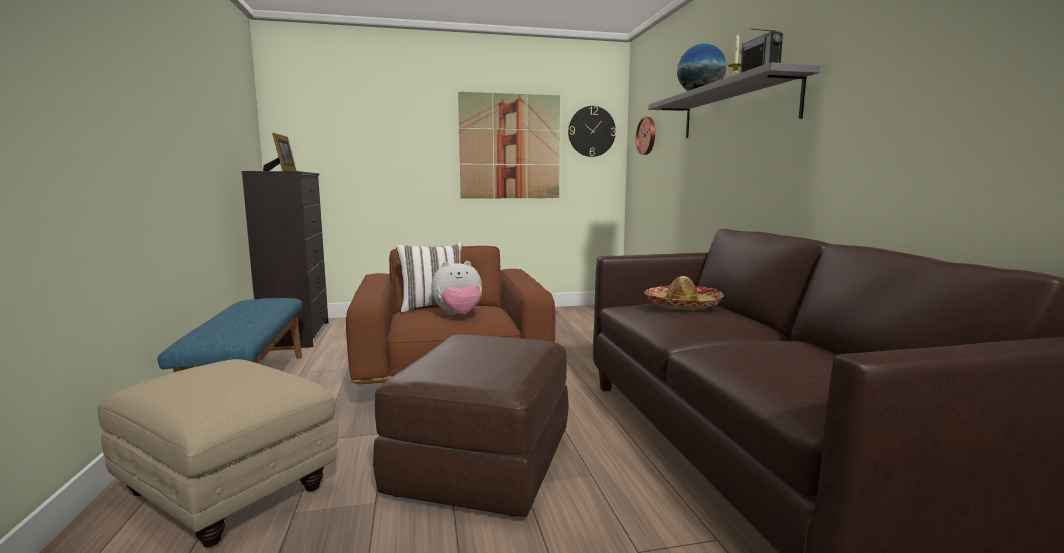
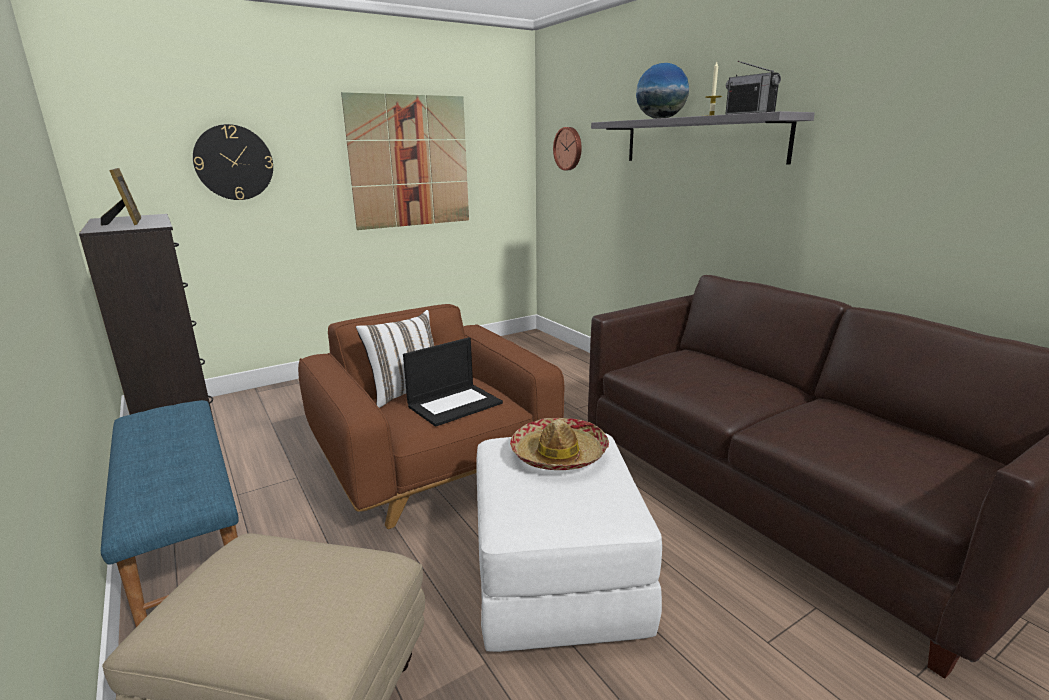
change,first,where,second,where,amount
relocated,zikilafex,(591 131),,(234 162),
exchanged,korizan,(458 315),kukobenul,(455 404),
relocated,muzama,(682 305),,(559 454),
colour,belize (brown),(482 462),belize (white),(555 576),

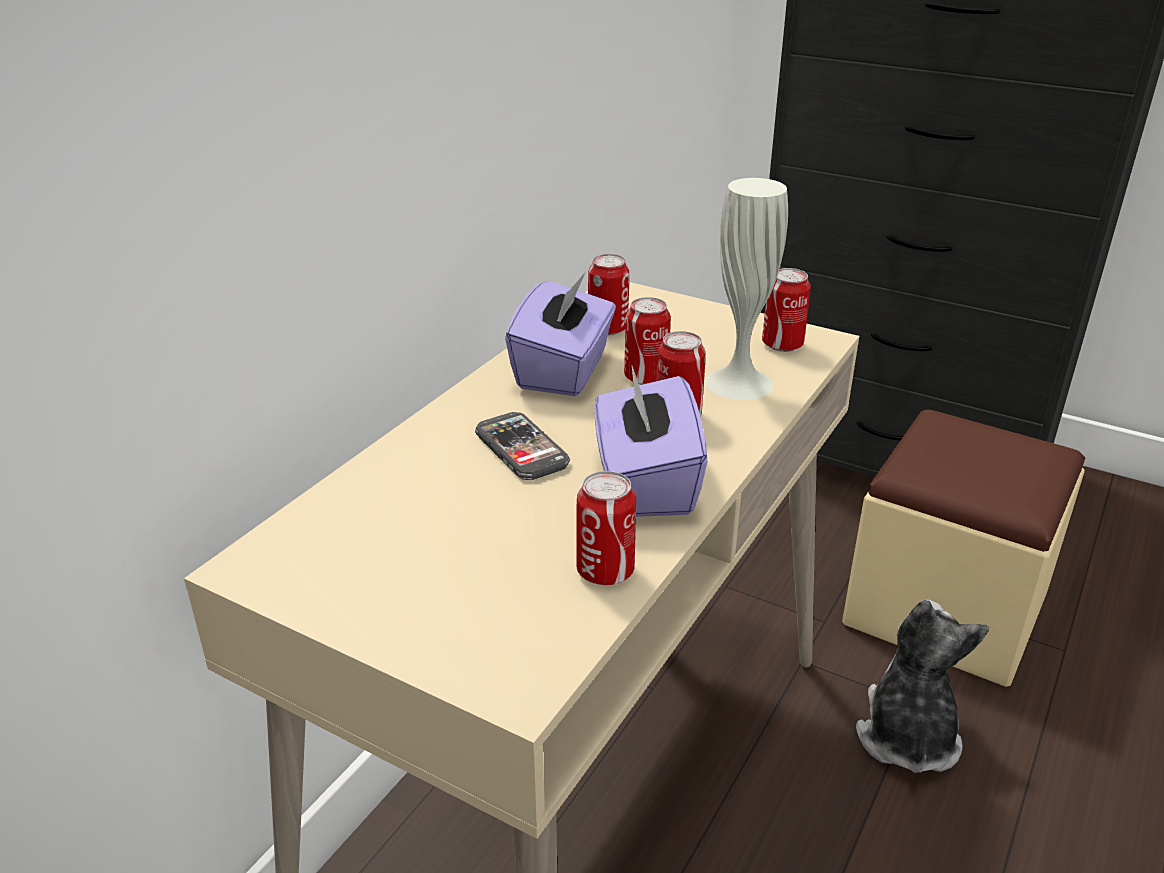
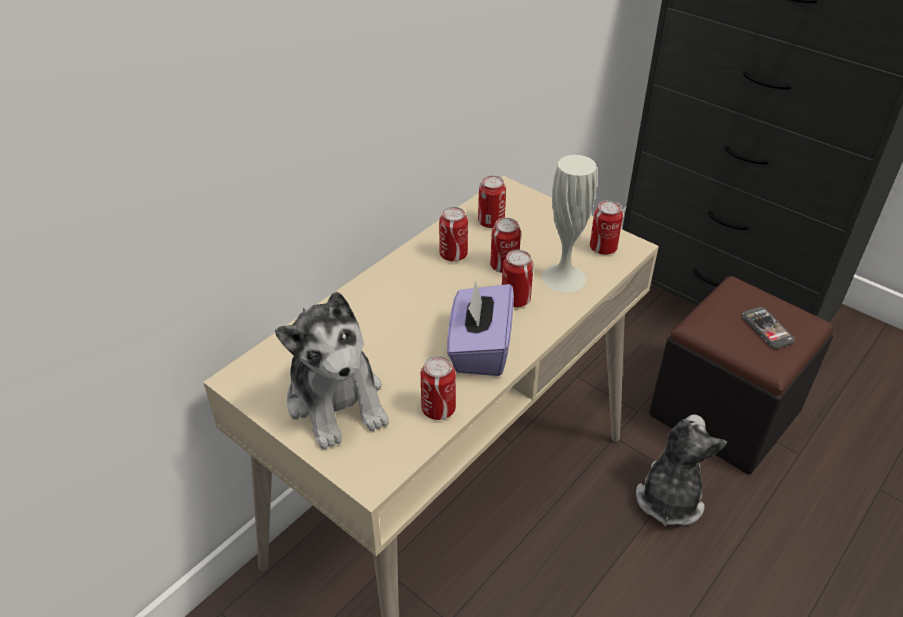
change,first,where,second,where,amount
exchanged,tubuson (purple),(564 370),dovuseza,(453 255),
colour,belize (beige),(945 608),belize (black),(724 412),
relocated,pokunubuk,(521 449),,(767 329),
appeared,,,korizan,(337 400),

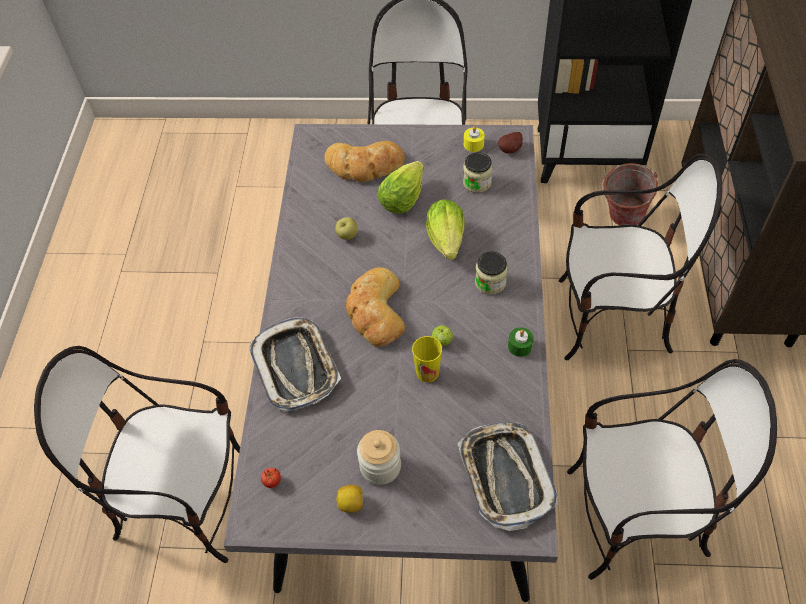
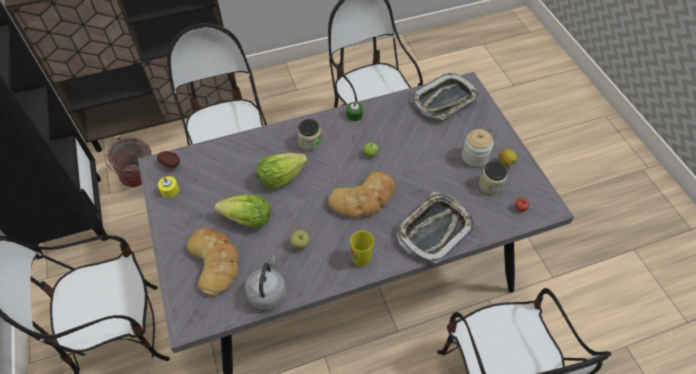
change,first,where,second,where,amount
relocated,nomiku,(477 182),,(490 185),
relocated,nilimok,(427 372),,(361 258),
appeared,,,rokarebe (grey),(267 292),

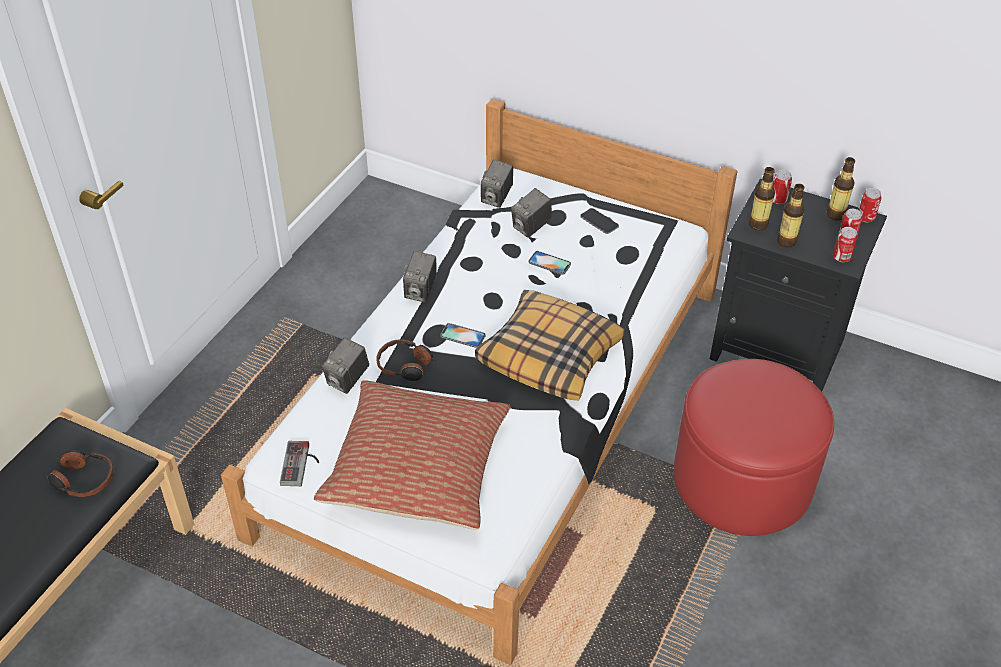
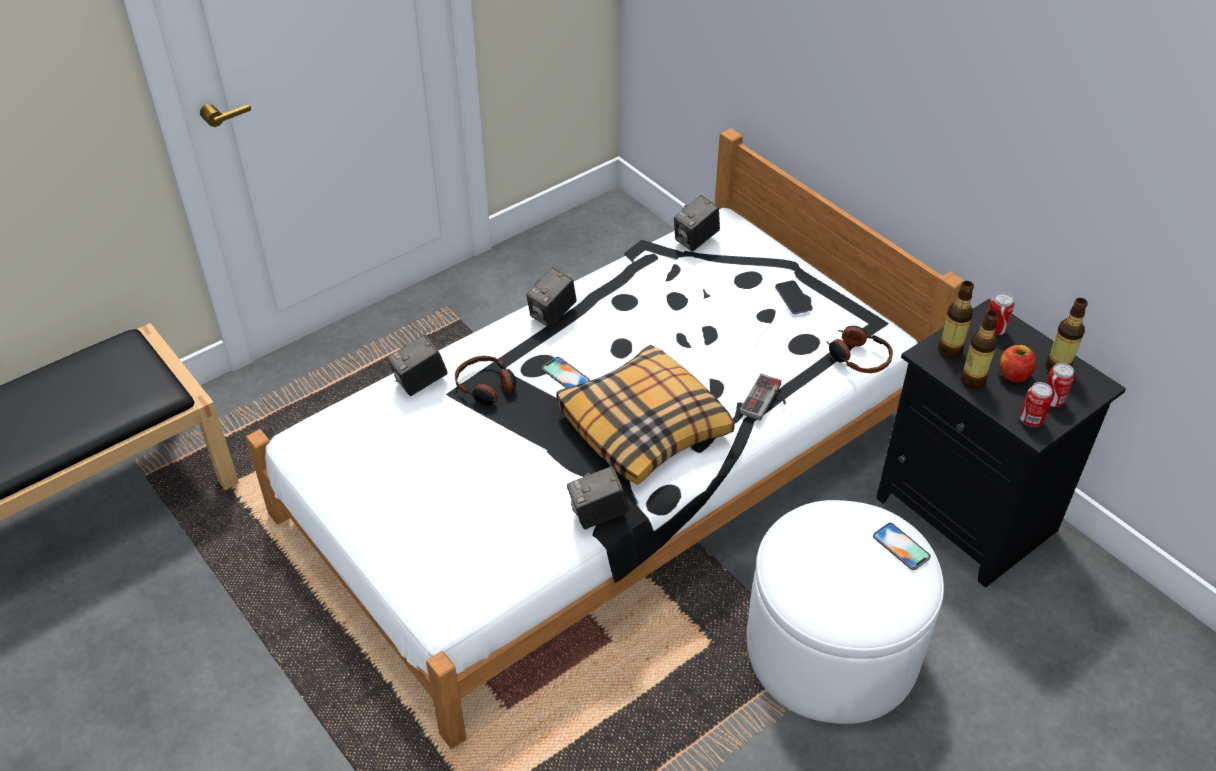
change,first,where,second,where,amount
relocated,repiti,(531 227),,(598 515),
missing,dovuseza,(865 218),,,
relocated,pokunubuk,(549 263),,(901 546),
colour,belize (red),(742 480),belize (white),(831 649),
missing,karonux,(417 469),,,
relocated,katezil,(301 465),,(766 400),
relocated,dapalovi,(82 479),,(858 357),
appeared,,,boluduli,(1013 375),

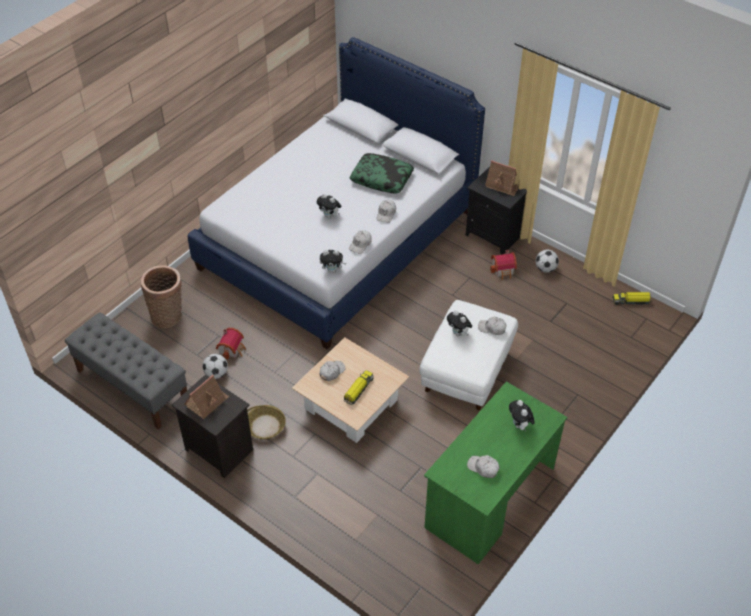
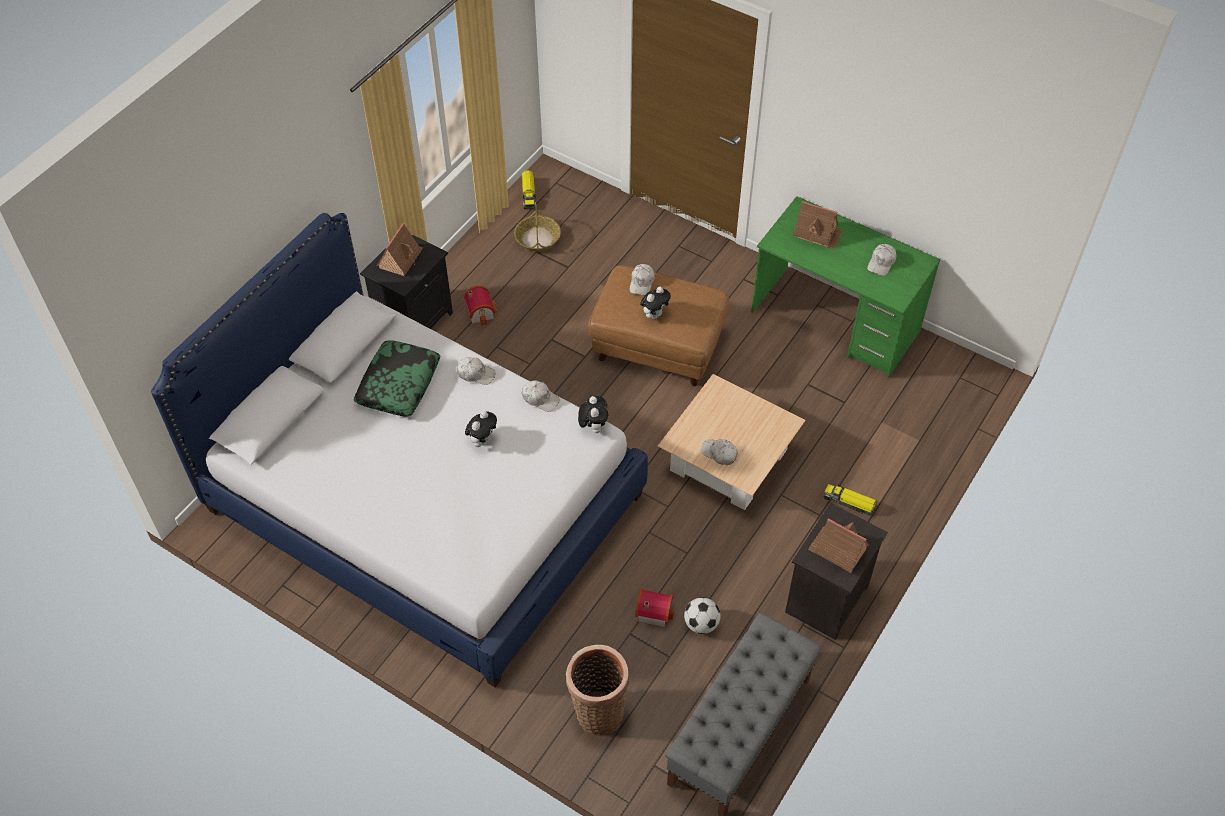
change,first,where,second,where,amount
missing,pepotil,(545 269),,,
colour,belize (white),(467 371),belize (brown),(658 346),
relocated,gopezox,(358 390),,(850 502),
exchanged,korizan,(520 425),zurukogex,(817 233),
relocated,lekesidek,(265 426),,(538 239),

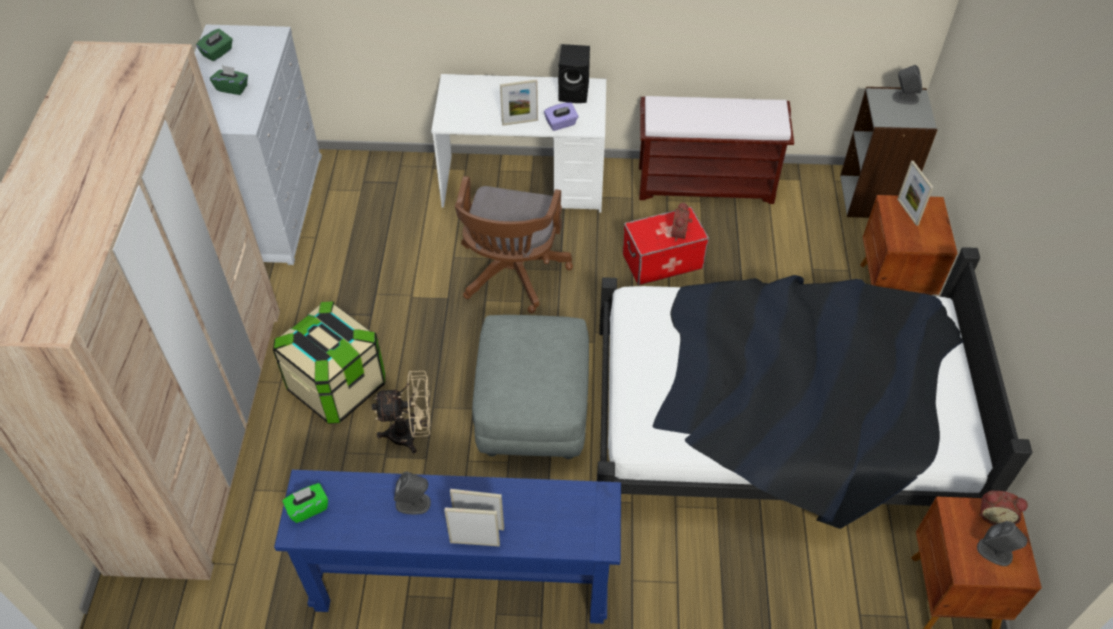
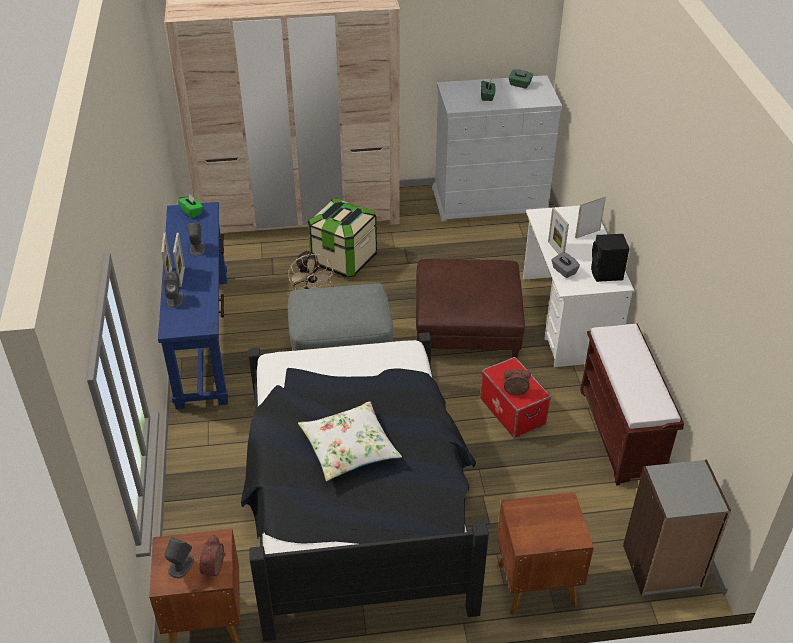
change,first,where,second,where,amount
relocated,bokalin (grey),(904 98),,(175 299),
colour,tubuson (purple),(561 124),tubuson (grey),(564 271),
relocated,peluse,(907 212),,(587 233),
exchanged,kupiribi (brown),(511 275),belize (brown),(466 325),
appeared,,,karonux (white),(349 448),

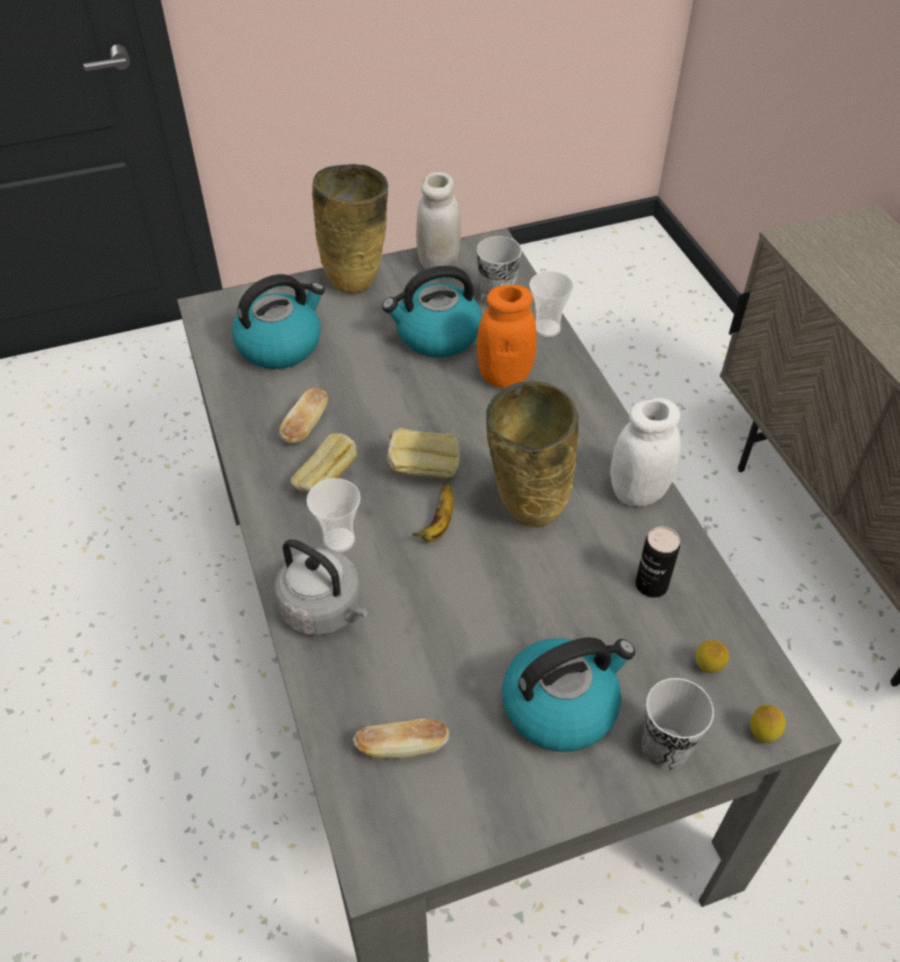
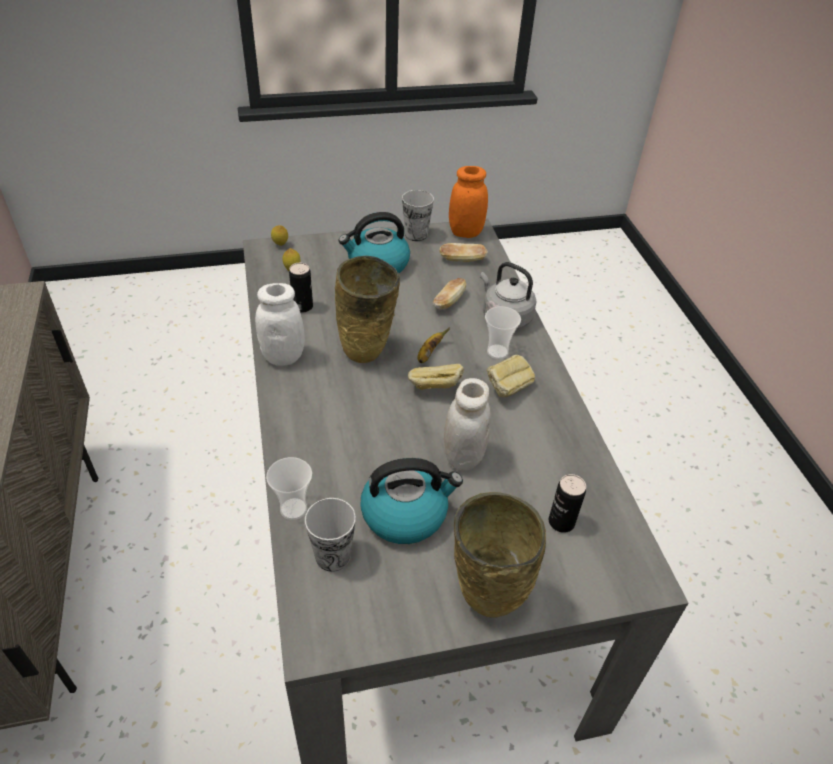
change,first,where,second,where,amount
relocated,nomiku (white),(438 263),,(463 457),
exchanged,rokarebe,(280 344),dovuseza,(561 522),
relocated,nomiku (orange),(504 376),,(465 232),
relocated,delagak,(306 426),,(448 302),
relocated,nilimok,(665 748),,(416 235),

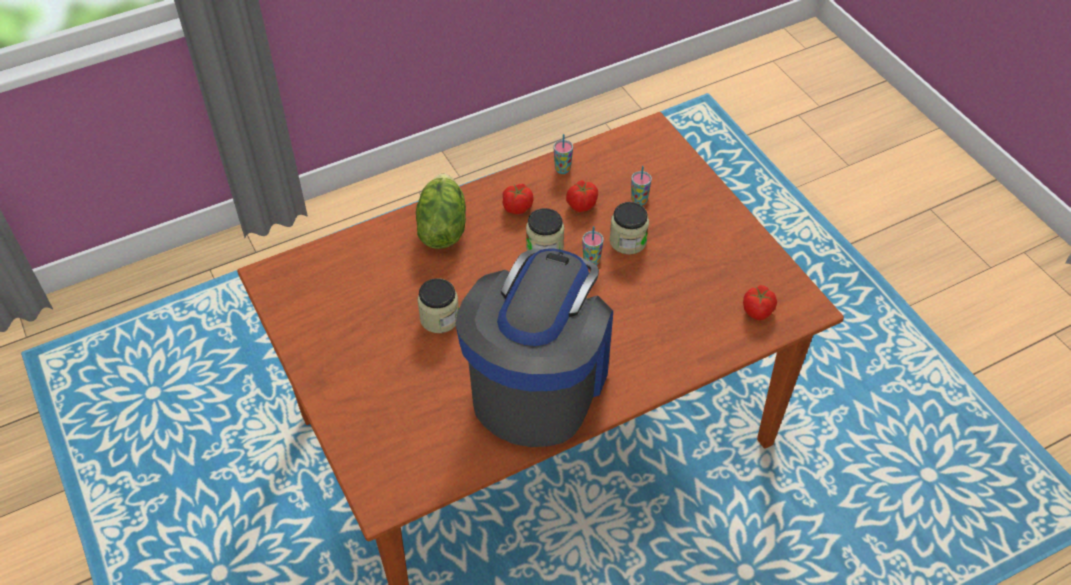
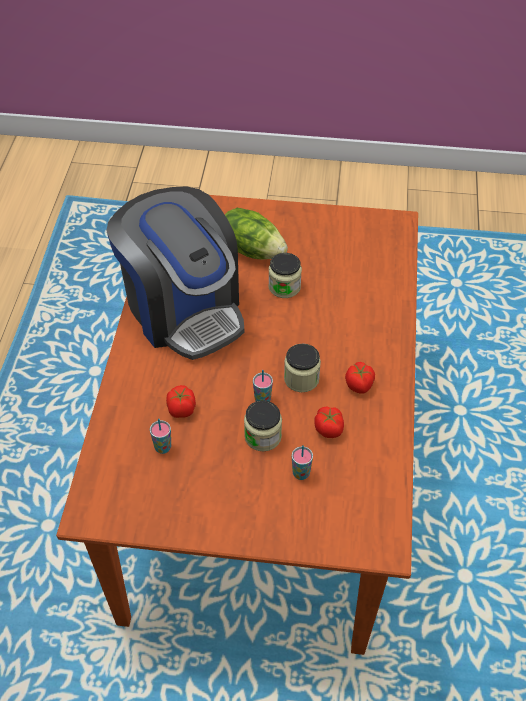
change,first,where,second,where,amount
relocated,nilimok,(562 169),,(163 447),
relocated,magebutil,(441 228),,(252 249),
relocated,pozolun,(757 311),,(181 409),

